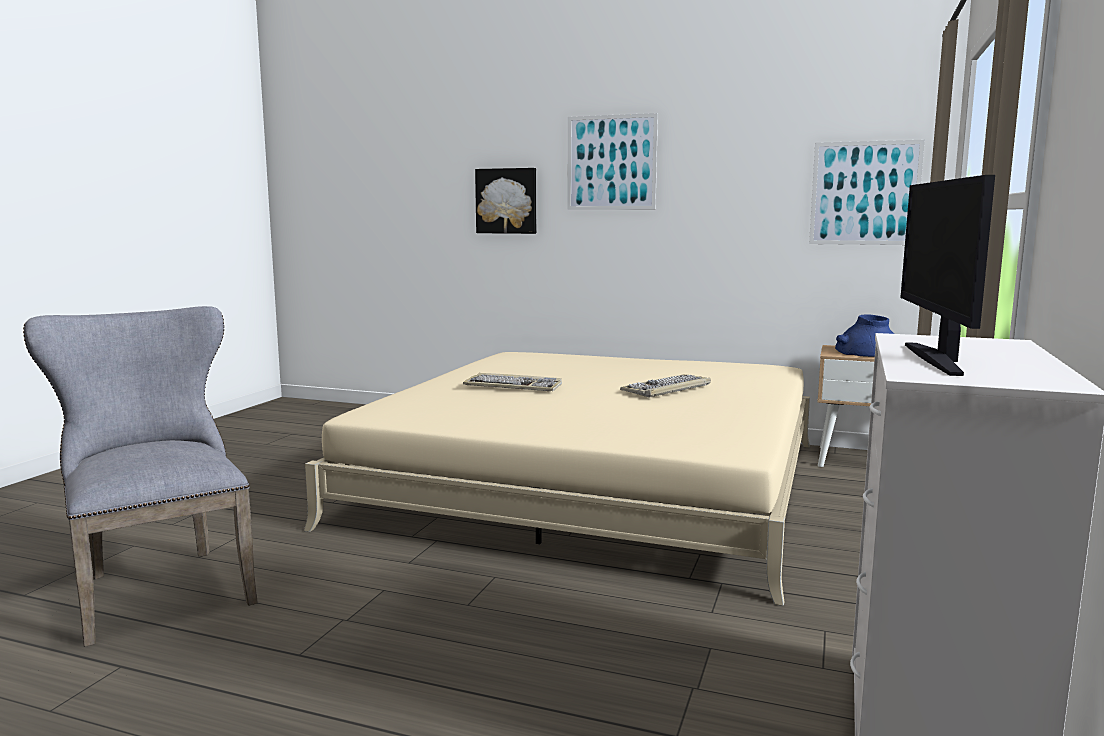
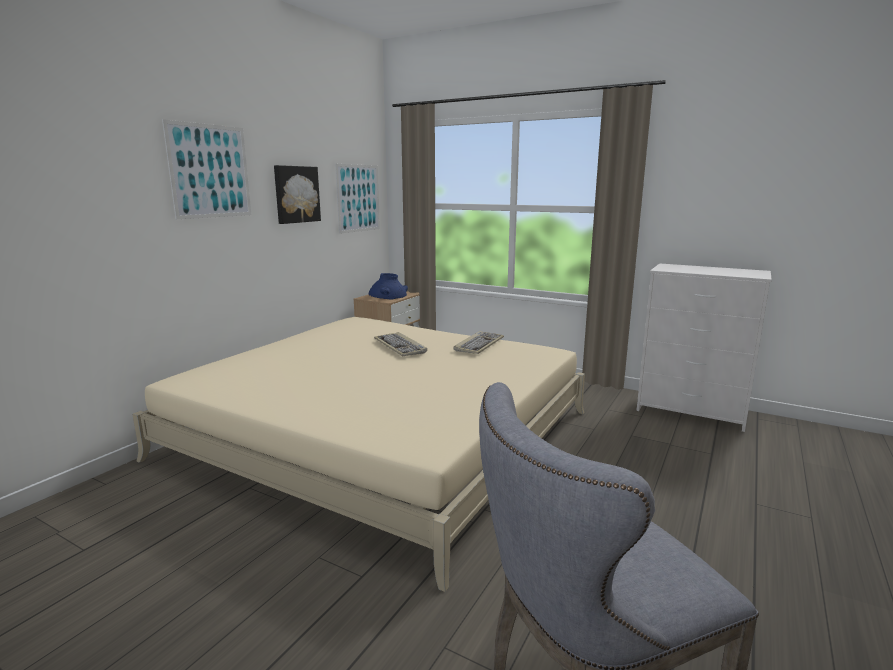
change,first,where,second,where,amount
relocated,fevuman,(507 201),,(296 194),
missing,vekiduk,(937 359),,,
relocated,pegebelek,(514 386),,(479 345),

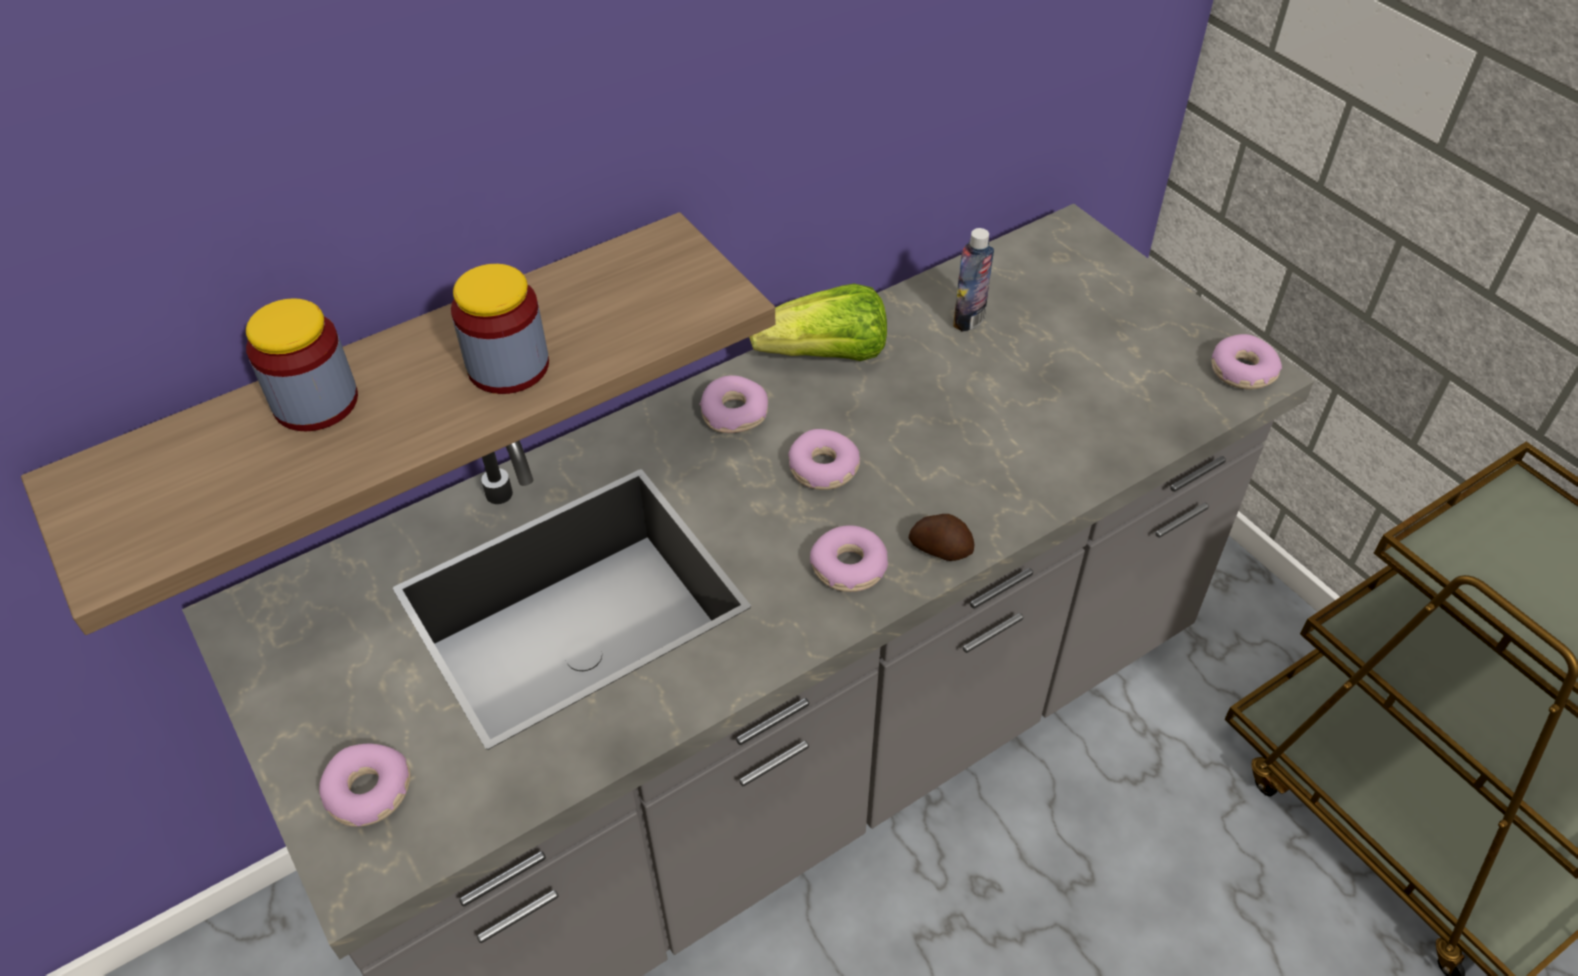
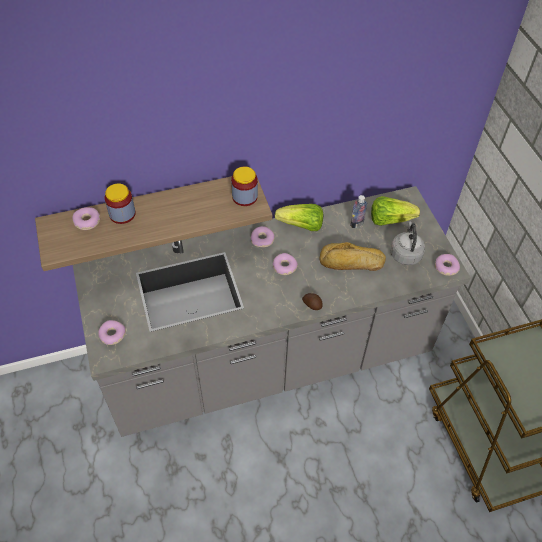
change,first,where,second,where,amount
relocated,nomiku,(508 366),,(244 197),
relocated,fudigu,(849 567),,(87 222),
appeared,,,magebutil,(390 219),
appeared,,,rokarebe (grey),(405 253),
appeared,,,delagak,(351 263),

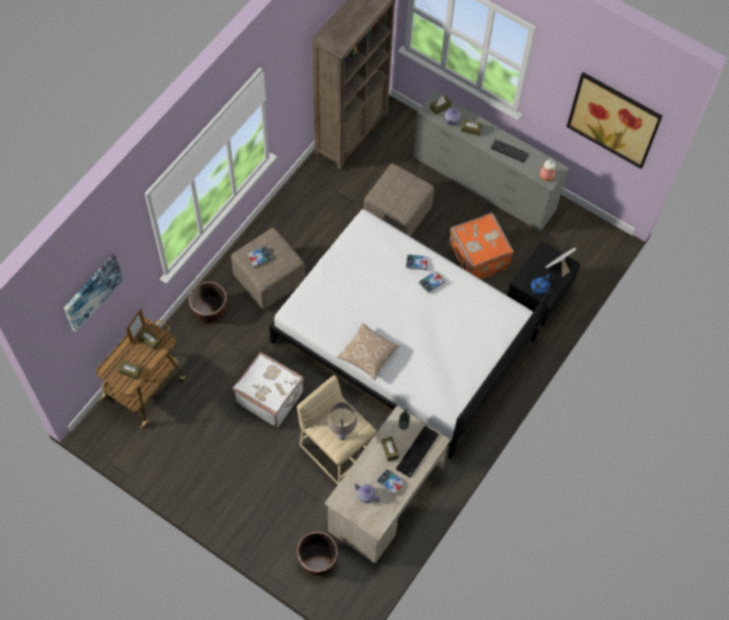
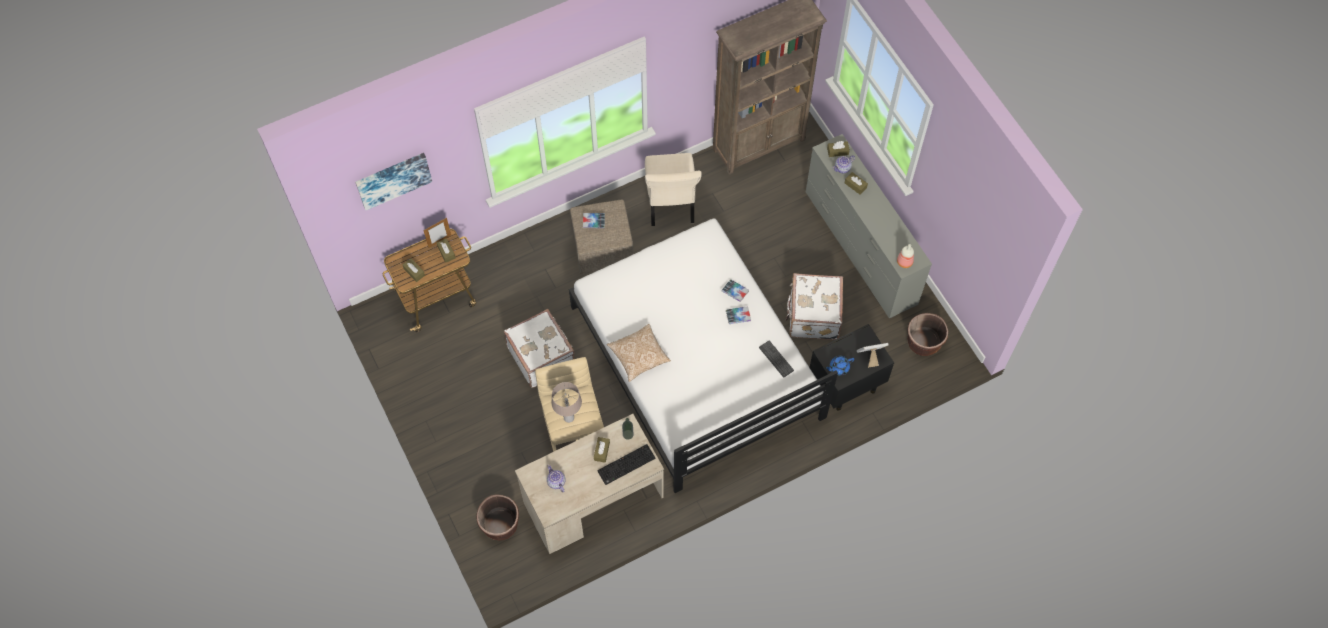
change,first,where,second,where,amount
missing,fevuman,(614 119),,,
relocated,pegebelek,(509 151),,(776 359),
missing,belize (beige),(397 214),,,
colour,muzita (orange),(478 257),muzita (white),(812 316),
relocated,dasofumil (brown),(209 310),,(924 342),
missing,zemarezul,(390 482),,,
appeared,,,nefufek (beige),(670 204),

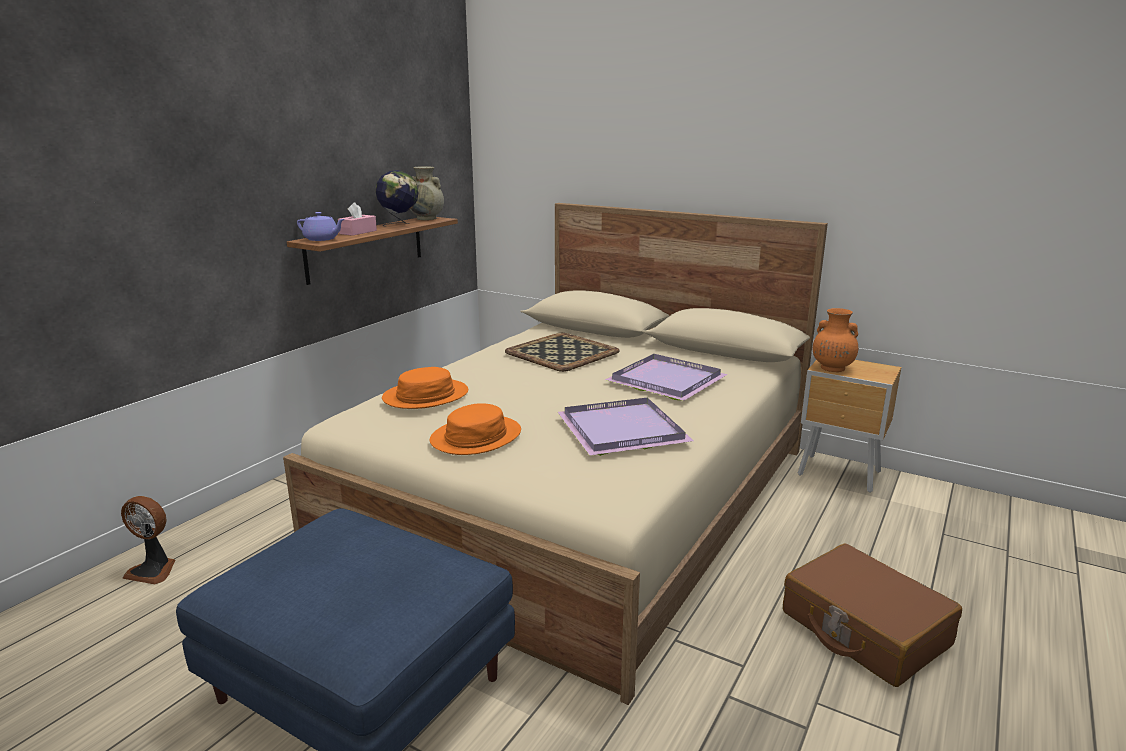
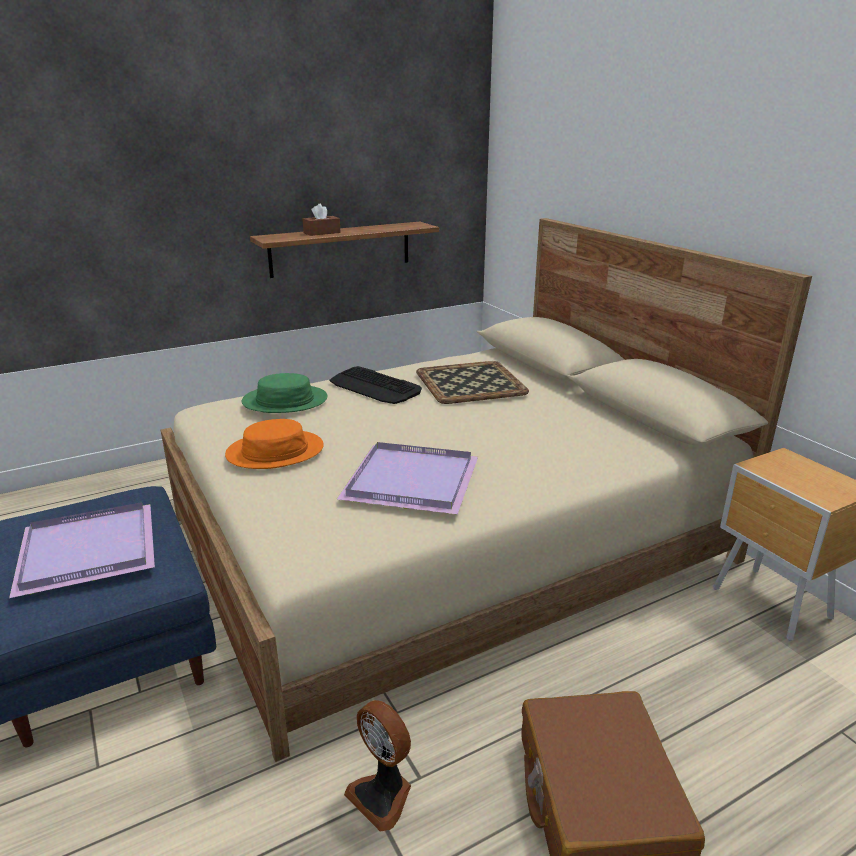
change,first,where,second,where,amount
missing,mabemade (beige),(427 218),,,
missing,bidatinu,(399 224),,,
colour,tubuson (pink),(358 232),tubuson (brown),(322 233),
missing,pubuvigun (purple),(322 239),,,
missing,mabemade (orange),(831 368),,,
relocated,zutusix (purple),(665 380),,(91 549),
colour,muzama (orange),(426 396),muzama (green),(285 401),
relocated,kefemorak,(154 570),,(382 795),
appeared,,,pegebelek,(374 387),

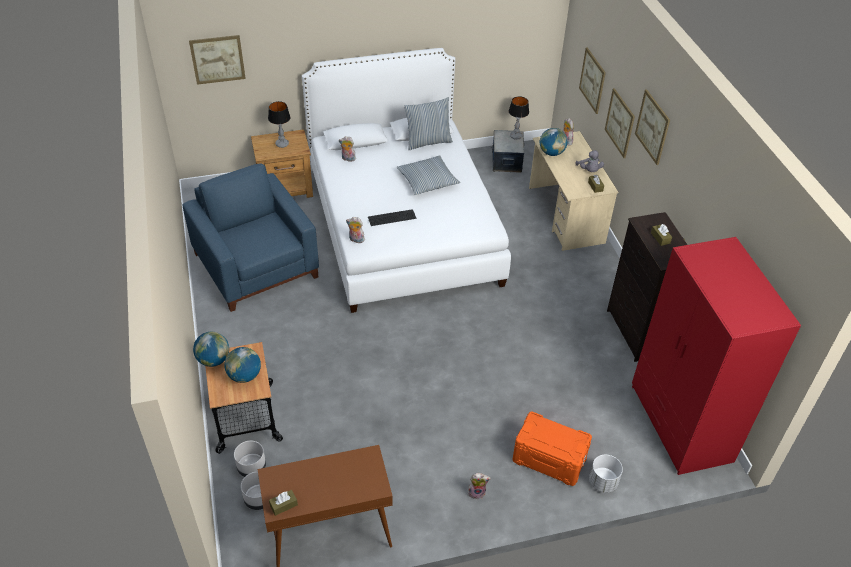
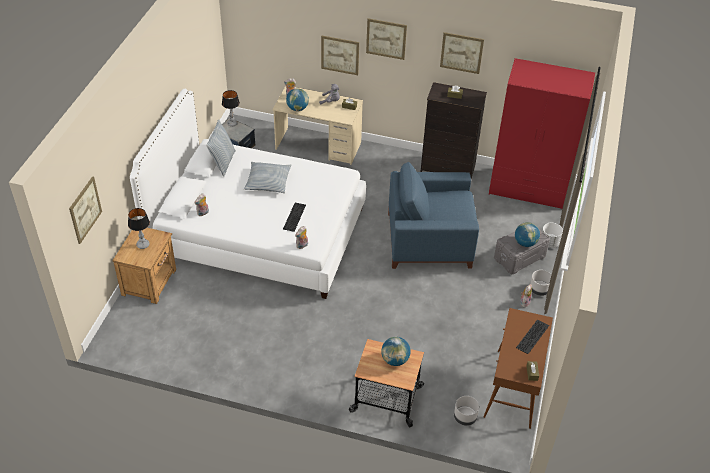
change,first,where,second,where,amount
relocated,fevuman,(592 80),,(461 52),
relocated,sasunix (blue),(257 266),,(430 239),
relocated,bidatinu,(213 360),,(525 243),
colour,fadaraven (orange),(549 458),fadaraven (grey),(519 257),
relocated,dasofumil (grey),(251 467),,(539 290),
appeared,,,pegebelek,(533 337),

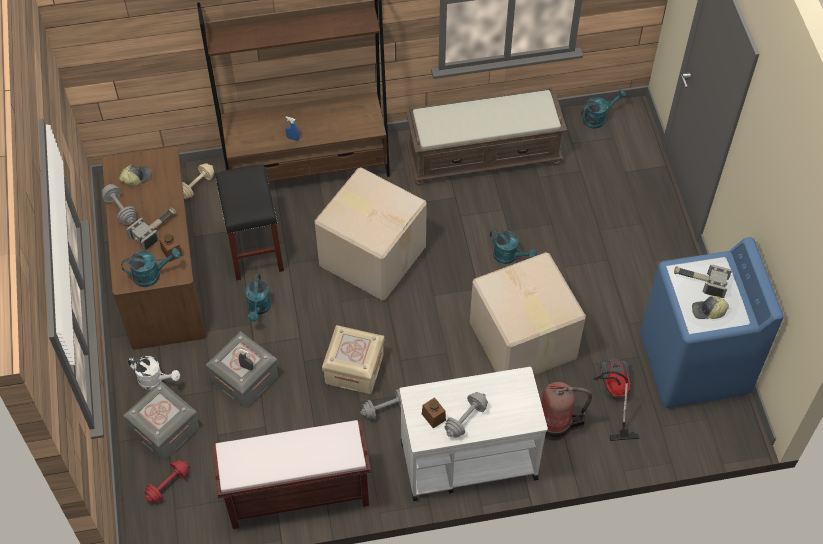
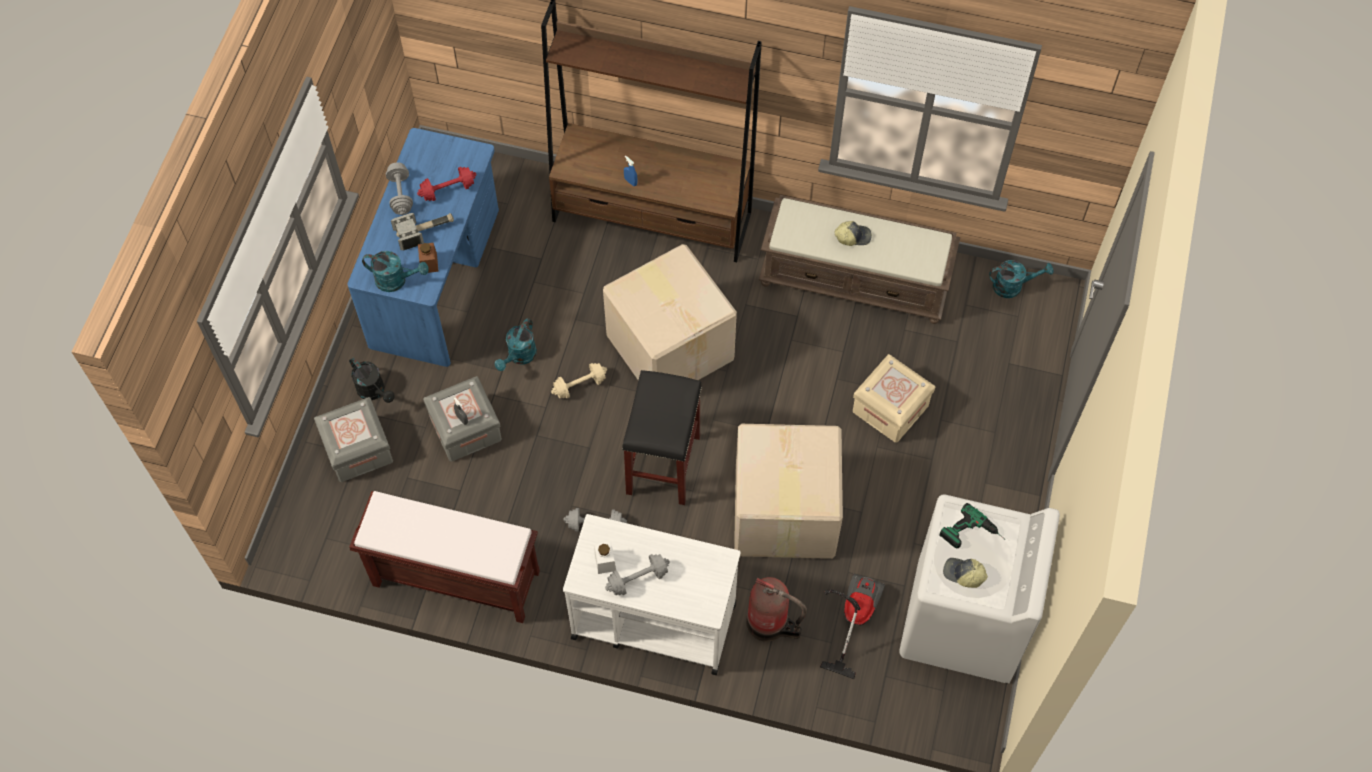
change,first,where,second,where,amount
colour,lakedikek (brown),(161 276),lakedikek (blue),(437 279),
relocated,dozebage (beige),(196 186),,(579 385),
relocated,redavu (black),(255 250),,(663 466),
relocated,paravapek,(136 177),,(853 236),
missing,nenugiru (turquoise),(509 256),,,
colour,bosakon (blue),(694 365),bosakon (white),(963 622),
exchanged,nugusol,(699 281),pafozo,(973 536),
relocated,fadaraven (beige),(354 368),,(890 408),
colour,nenugiru (white),(155 380),nenugiru (black),(374 391),
colour,nomiku (brown),(433 417),nomiku (white),(605 561),
relocated,dozebage (red),(168 485),,(448 190),

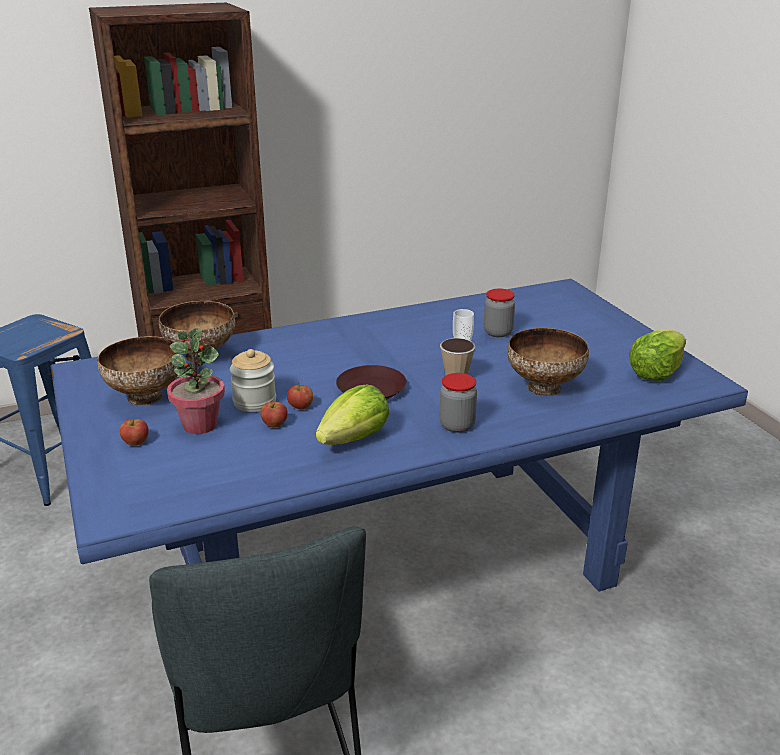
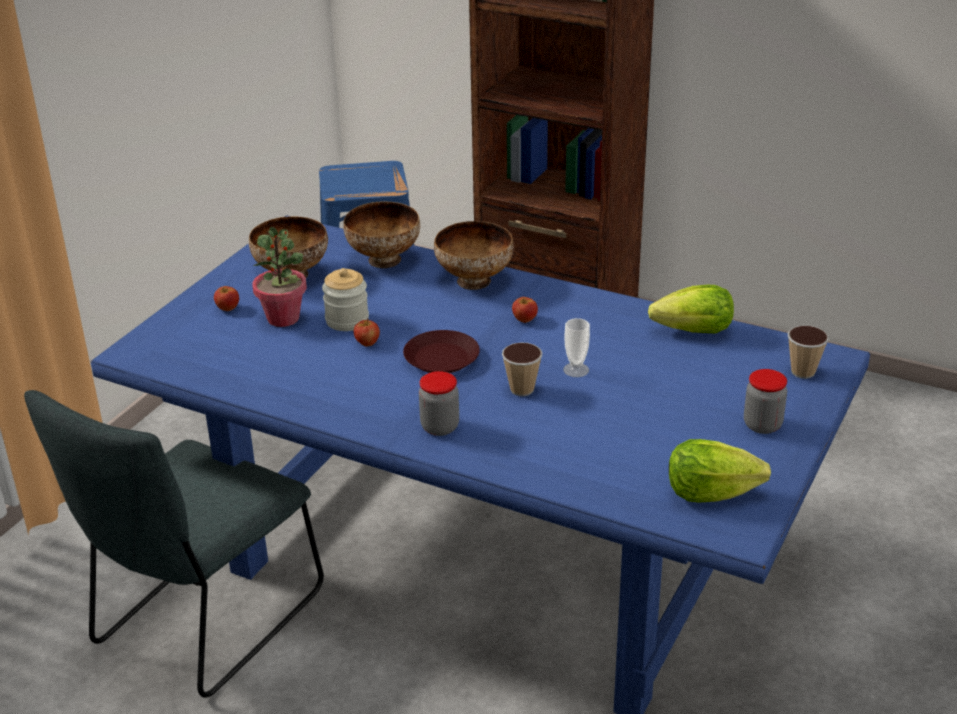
change,first,where,second,where,amount
relocated,nomiku,(497 332),,(762 425),
relocated,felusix,(545 387),,(475 281),
relocated,magebutil,(355 439),,(694 331),
relocated,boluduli,(274 424),,(525 319),
appeared,,,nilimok,(803 372),

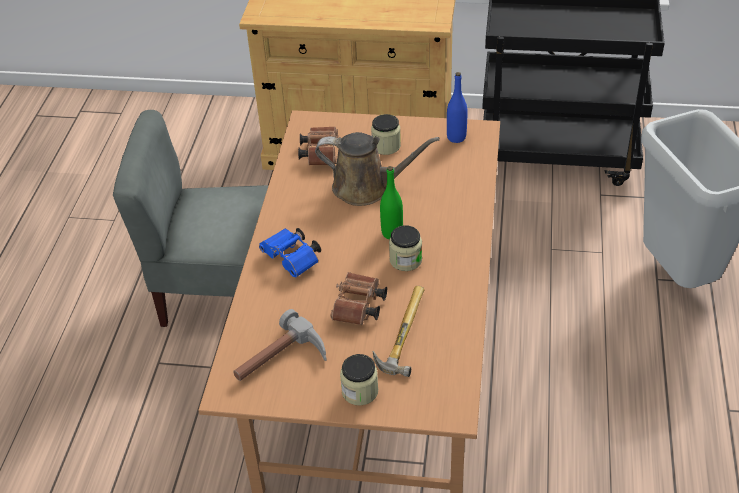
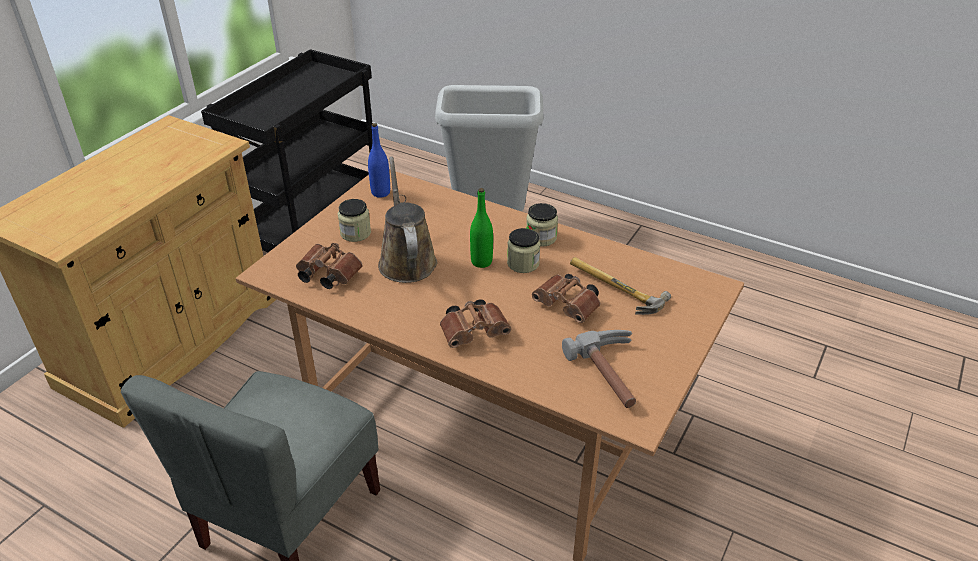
change,first,where,second,where,amount
spun,nenugiru (brown),(366 188),,(406 260),45 degrees counterclockwise
colour,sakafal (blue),(293 260),sakafal (brown),(476 332),
relocated,nomiku,(360 391),,(541 238),

